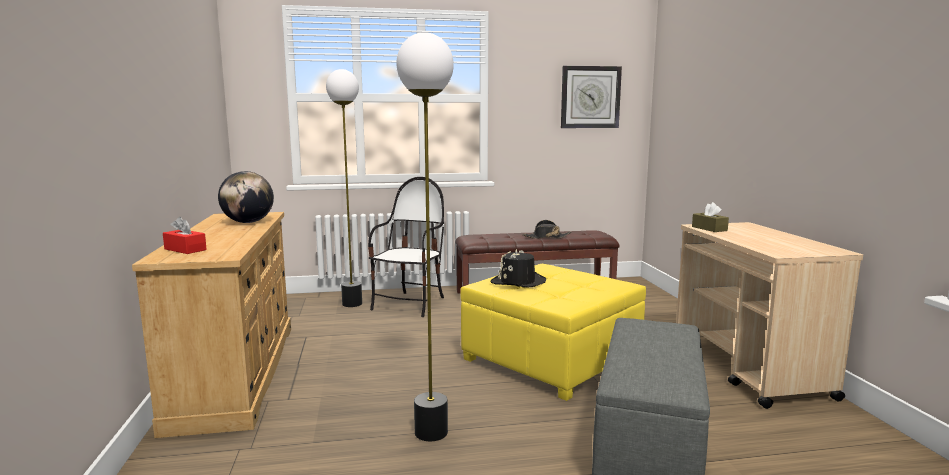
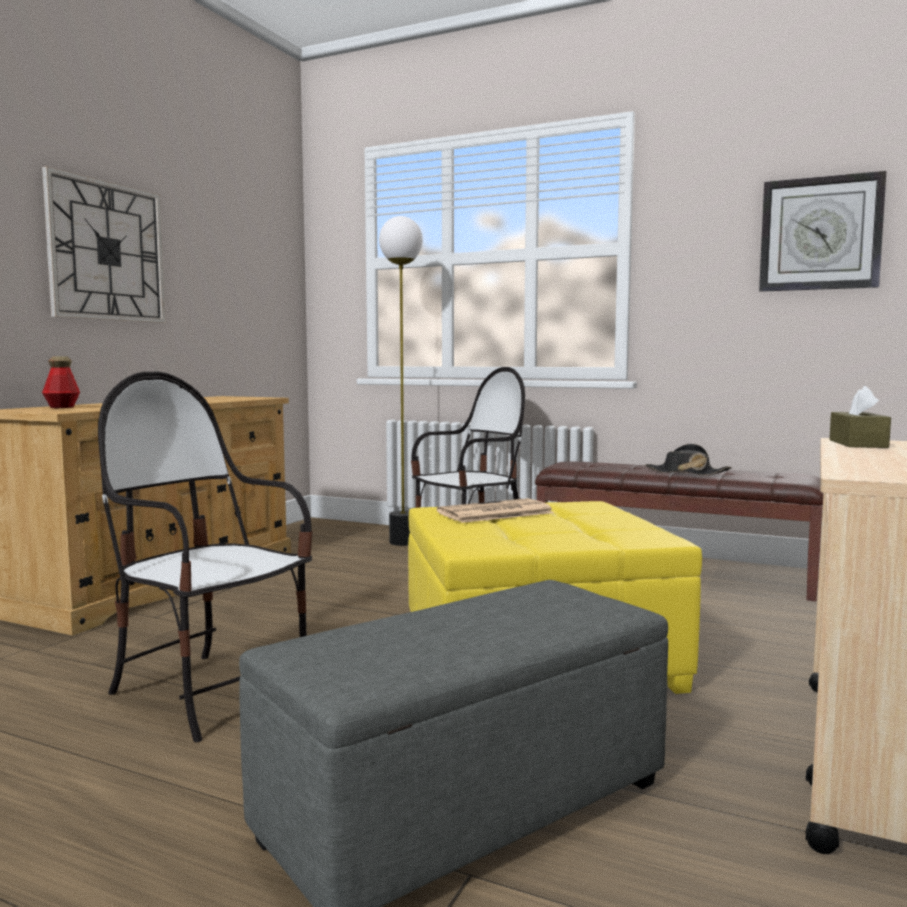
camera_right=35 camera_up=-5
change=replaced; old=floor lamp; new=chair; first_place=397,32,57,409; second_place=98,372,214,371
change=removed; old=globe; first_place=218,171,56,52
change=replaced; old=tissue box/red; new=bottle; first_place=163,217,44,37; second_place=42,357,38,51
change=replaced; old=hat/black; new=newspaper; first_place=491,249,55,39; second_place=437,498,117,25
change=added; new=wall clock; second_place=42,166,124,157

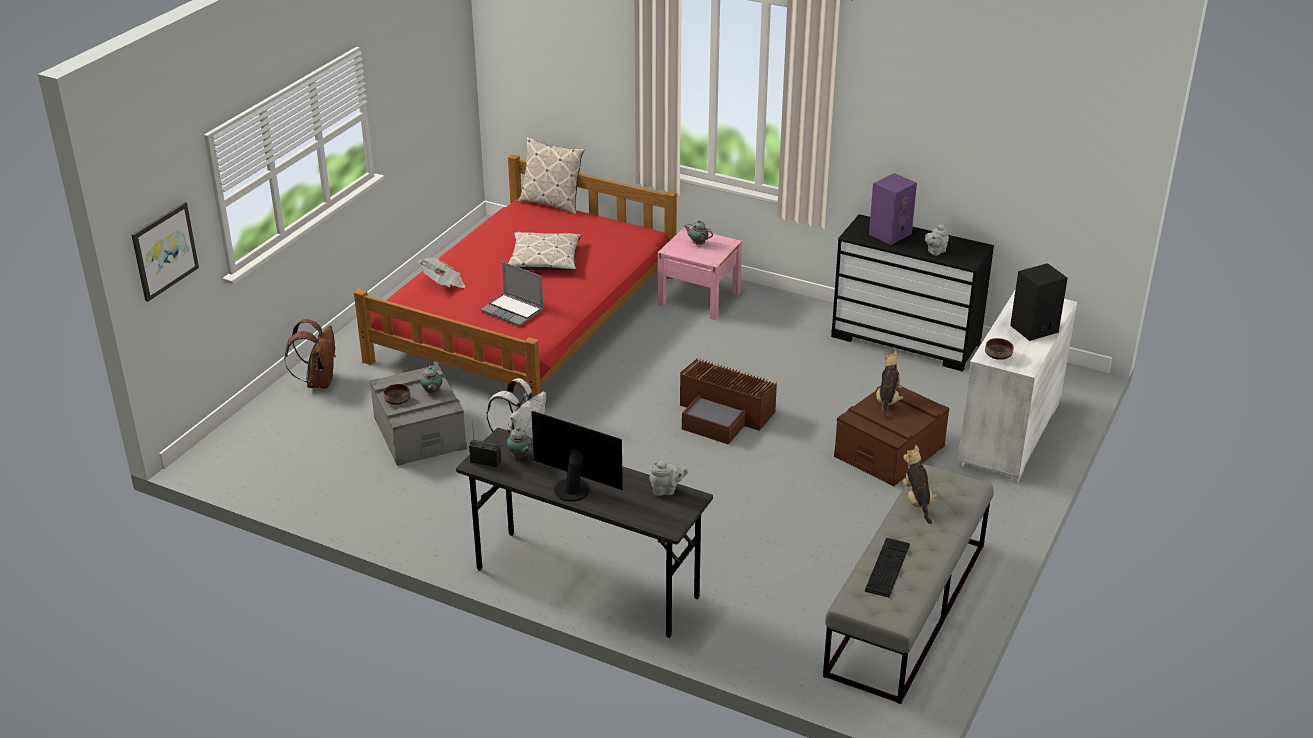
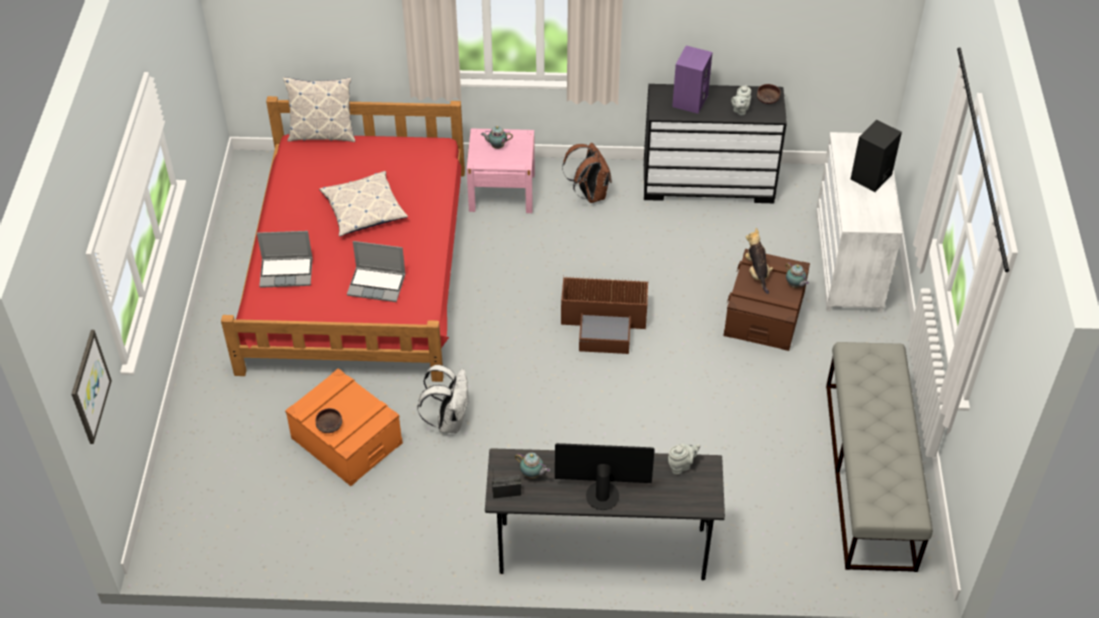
camera_right=-25 camera_up=15
change=replaced; old=newspaper; new=laptop; first_place=419,258,46,30; second_place=257,231,56,57
change=moved; old=backpack/brown; first_place=284,319,52,70; second_place=562,143,49,60
change=moved; old=bowl/brown; first_place=985,338,29,22; second_place=757,84,24,20
change=recoloured; old=storage box/grey; new=storage box/orange; first_place=369,364,98,102; second_place=285,368,118,118
change=moved; old=teapot; first_place=420,366,22,28; second_place=786,263,23,25
change=removed; old=plush toy; first_place=903,445,34,79
change=removed; old=keyboard; first_place=865,538,45,59

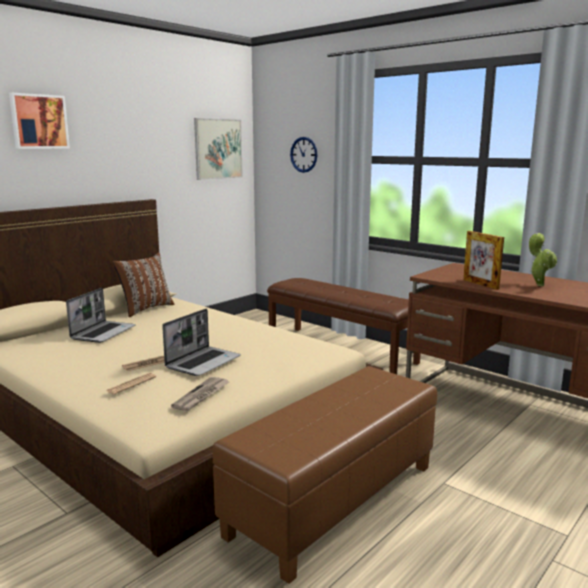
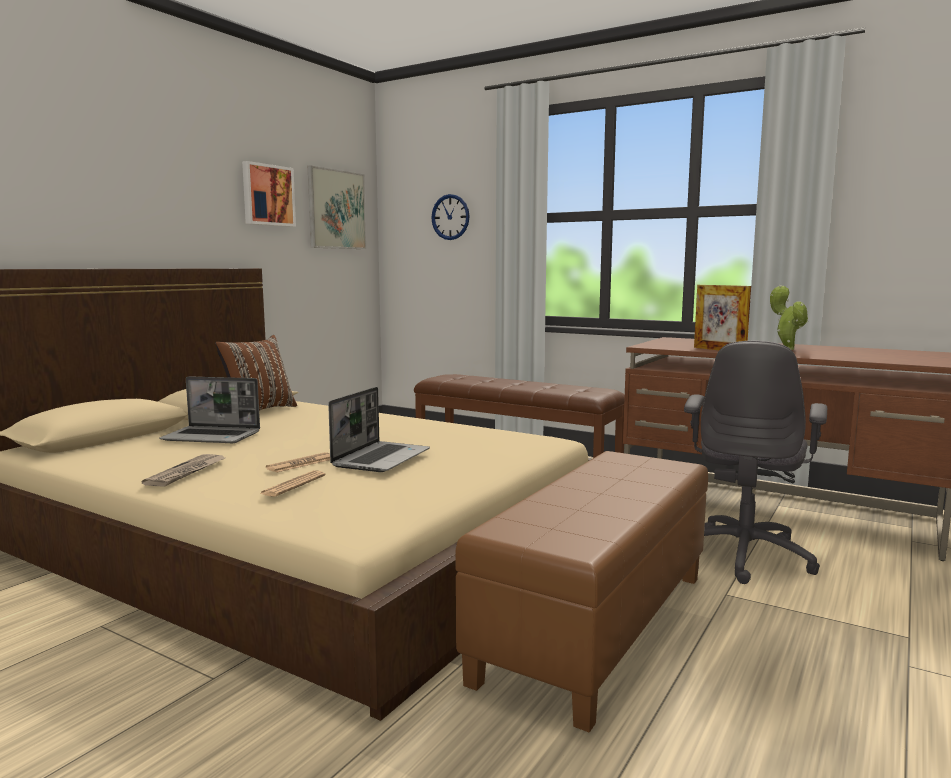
camera_right=-10 camera_up=-5
change=moved; old=picture; first_place=9,93,61,56; second_place=242,161,54,66
change=turned; old=laptop; first_place=66,288,70,55; second_place=160,376,100,67; degrees=90
change=moved; old=newspaper; first_place=171,377,58,34; second_place=142,454,83,33
change=added; new=office chair/grey; second_place=684,341,143,243

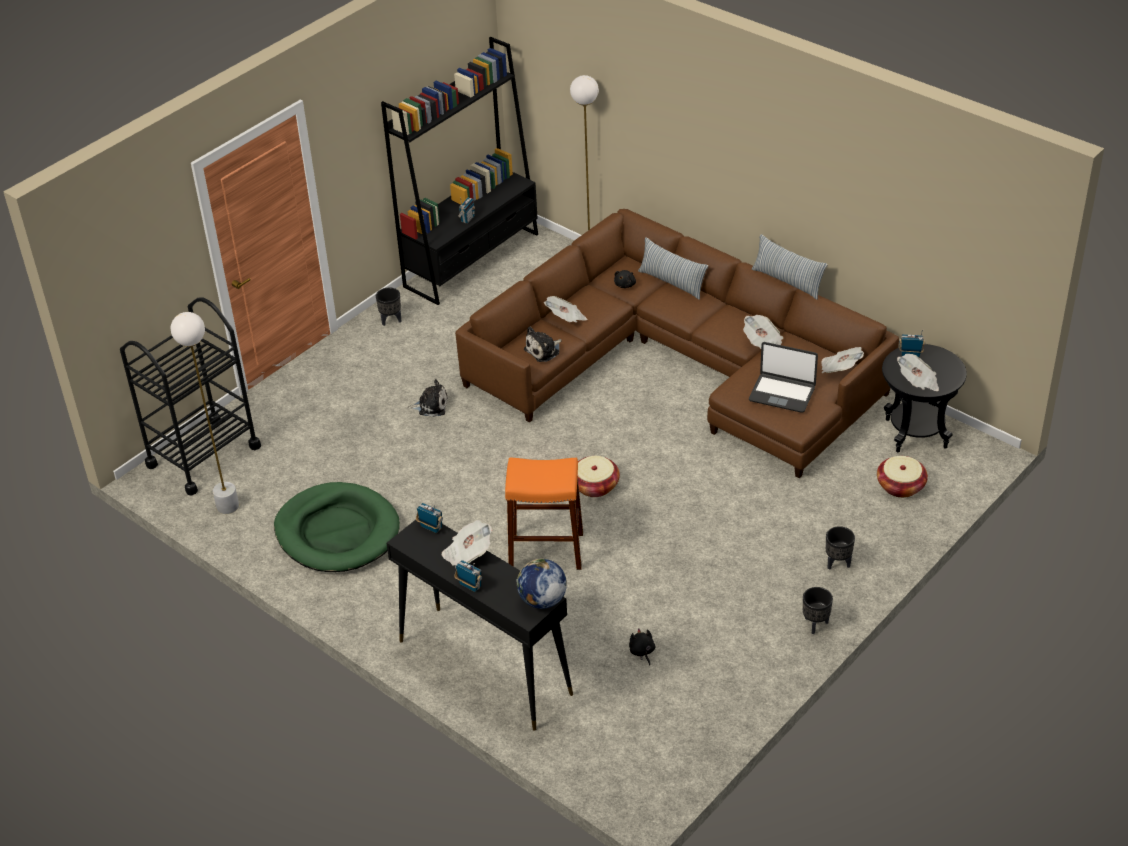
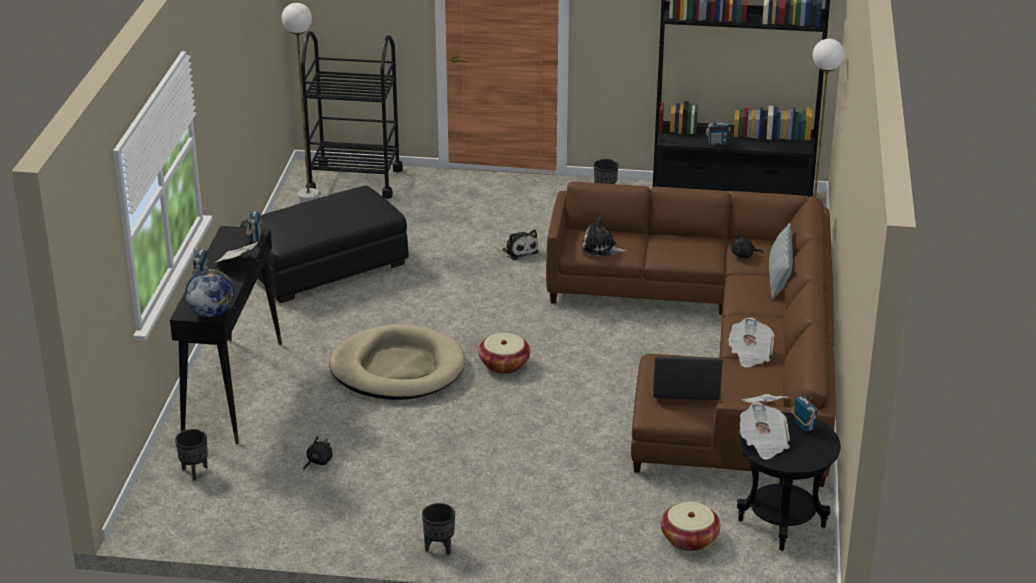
camera_right=55 camera_up=-10
change=removed; old=pillow; first_place=752,234,76,66
change=removed; old=newspaper; first_place=544,296,43,27
change=turned; old=laptop; first_place=749,342,69,71; second_place=653,356,70,44; degrees=105
change=replaced; old=stool/orange; new=dog bed/beige; first_place=505,457,78,113; second_place=329,324,136,76
change=replaced; old=dog bed/green; new=ottoman/black; first_place=274,482,126,90; second_place=240,186,169,117
change=moved; old=planter/black; first_place=826,526,29,44; second_place=175,429,33,51

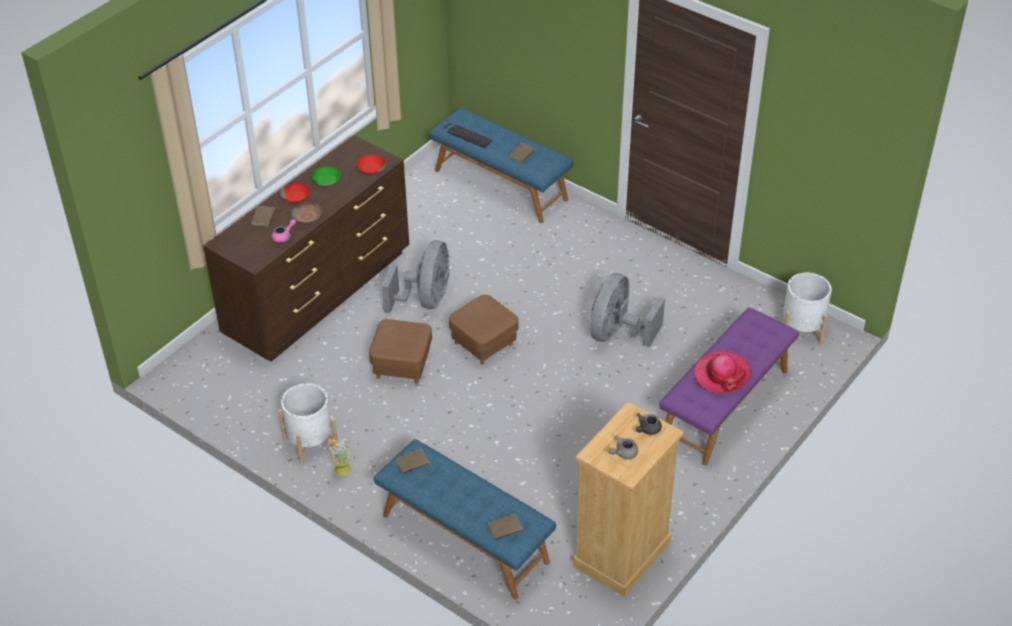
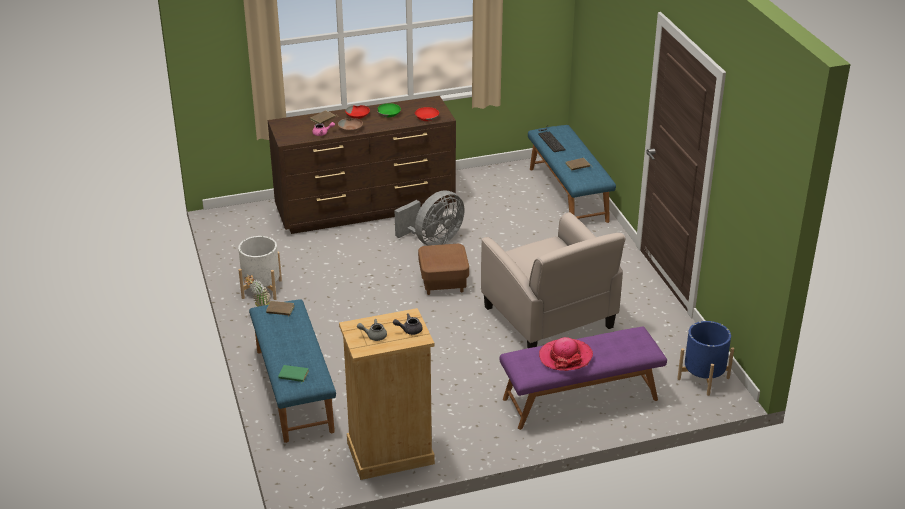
camera_right=35 camera_up=-10
change=recoloured; old=planter/white; new=planter/blue; first_place=782,272,50,73; second_place=677,321,57,75
change=replaced; old=fan/grey; new=armchair/beige; first_place=590,273,75,74; second_place=481,212,144,136
change=removed; old=ottoman/brown; first_place=369,319,63,64
change=recoloured; old=book/brown; new=book/green; first_place=487,513,38,27; second_place=278,365,31,19

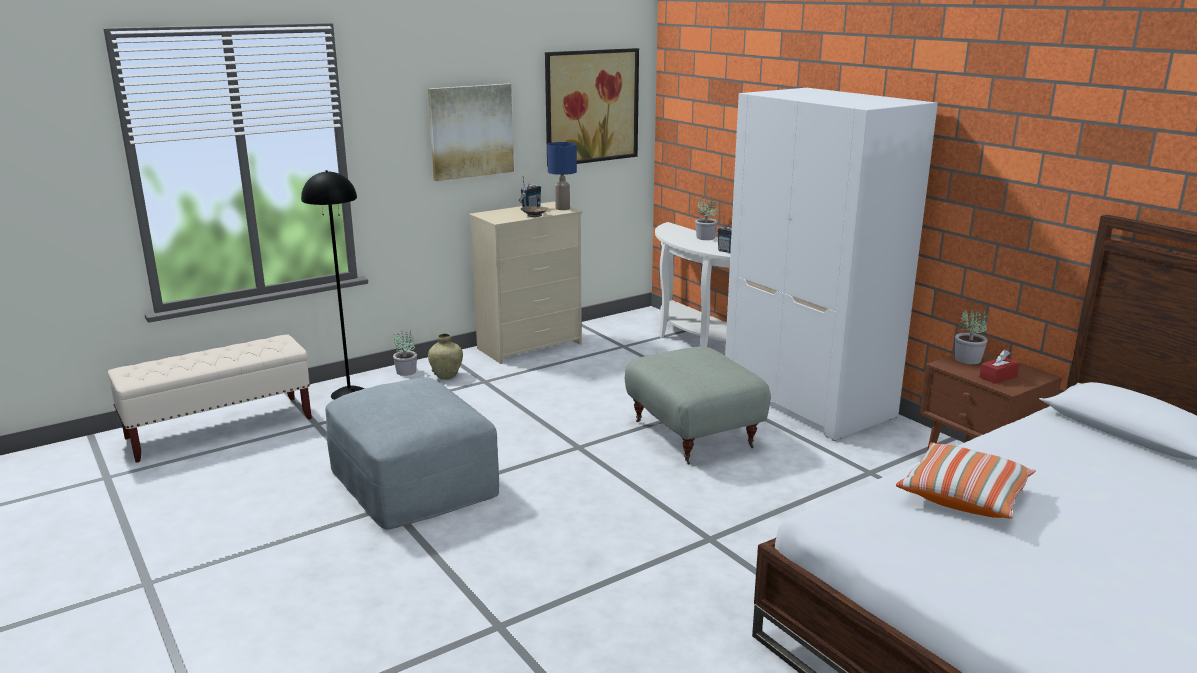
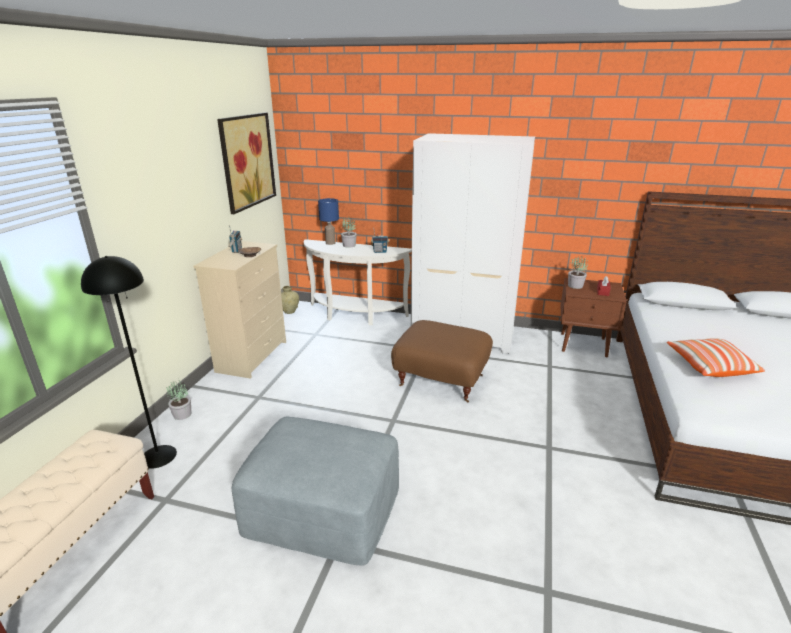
camera_right=-40 camera_up=5
change=removed; old=picture; first_place=428,84,86,97
change=moved; old=table lamp/blue; first_place=547,142,30,68; second_place=318,198,21,47
change=moved; old=vase/beige; first_place=428,334,35,46; second_place=281,286,18,28
change=recoloured; old=ottoman/grey; new=ottoman/brown; first_place=625,346,146,118; second_place=391,320,102,83

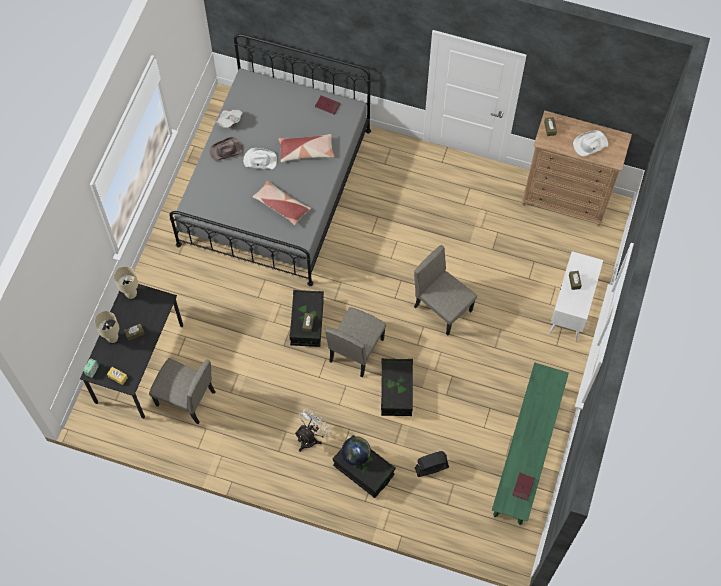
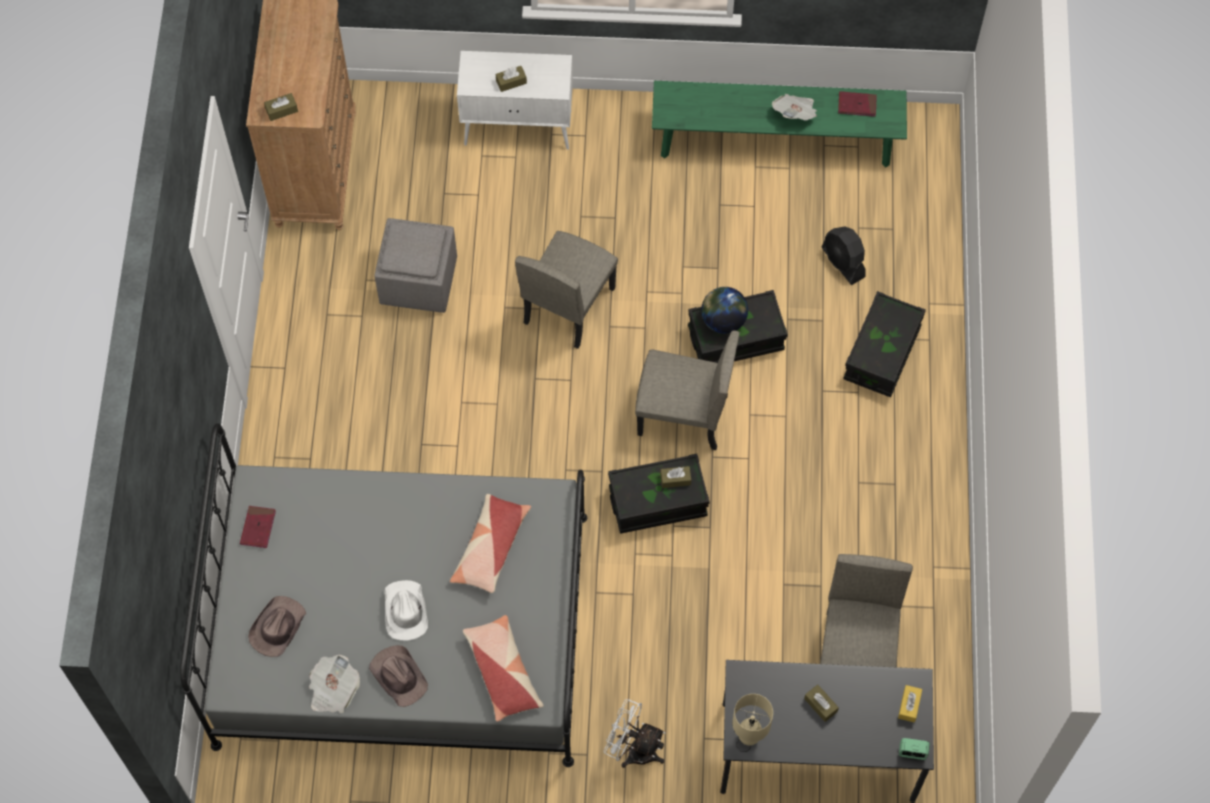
camera_right=-105 camera_up=0
change=removed; old=hat/white; first_place=573,130,35,26
change=moved; old=pillow; first_place=279,134,56,28; second_place=463,615,81,107
change=removed; old=table lamp/beige; first_place=95,311,24,32
change=moved; old=fan/white; first_place=294,408,37,44; second_place=603,699,62,69
change=moved; old=globe; first_place=342,436,29,30; second_place=701,287,47,47
change=added; new=newspaper; second_place=772,94,45,26
change=added; new=ottoman/grey; second_place=374,218,83,95
change=added; new=hat/brown; second_place=248,596,58,61

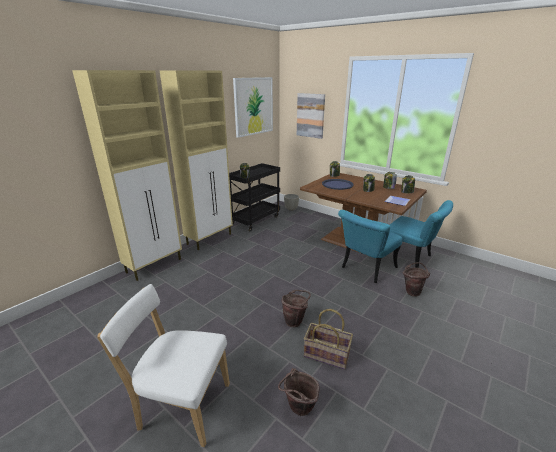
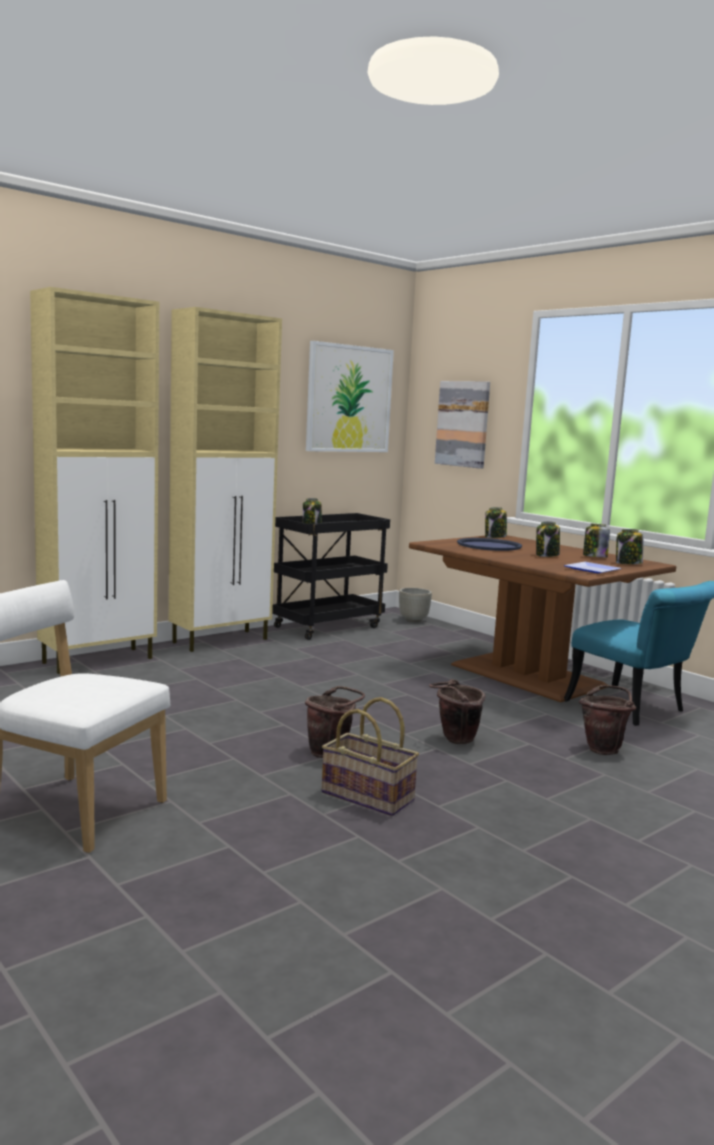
camera_right=10 camera_up=-15
change=removed; old=chair/turquoise; first_place=338,210,65,73
change=moved; old=bucket/brown; first_place=278,368,42,48; second_place=429,679,57,65

